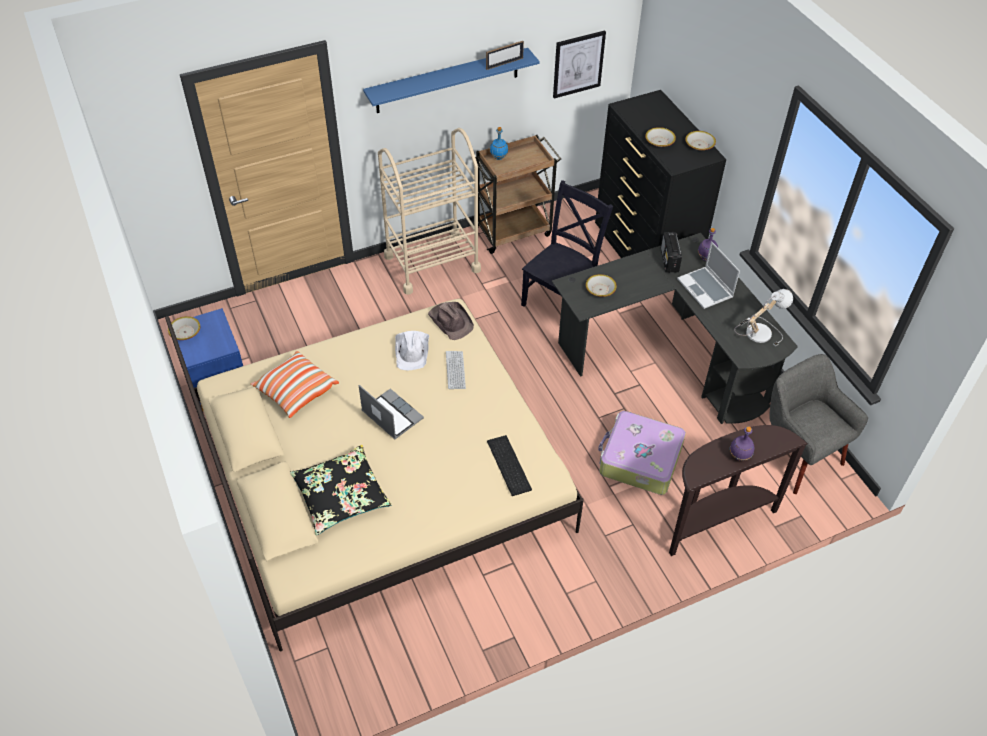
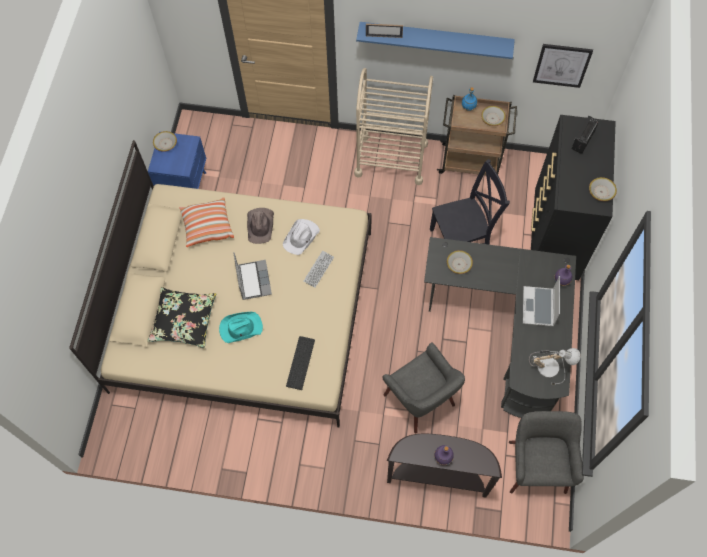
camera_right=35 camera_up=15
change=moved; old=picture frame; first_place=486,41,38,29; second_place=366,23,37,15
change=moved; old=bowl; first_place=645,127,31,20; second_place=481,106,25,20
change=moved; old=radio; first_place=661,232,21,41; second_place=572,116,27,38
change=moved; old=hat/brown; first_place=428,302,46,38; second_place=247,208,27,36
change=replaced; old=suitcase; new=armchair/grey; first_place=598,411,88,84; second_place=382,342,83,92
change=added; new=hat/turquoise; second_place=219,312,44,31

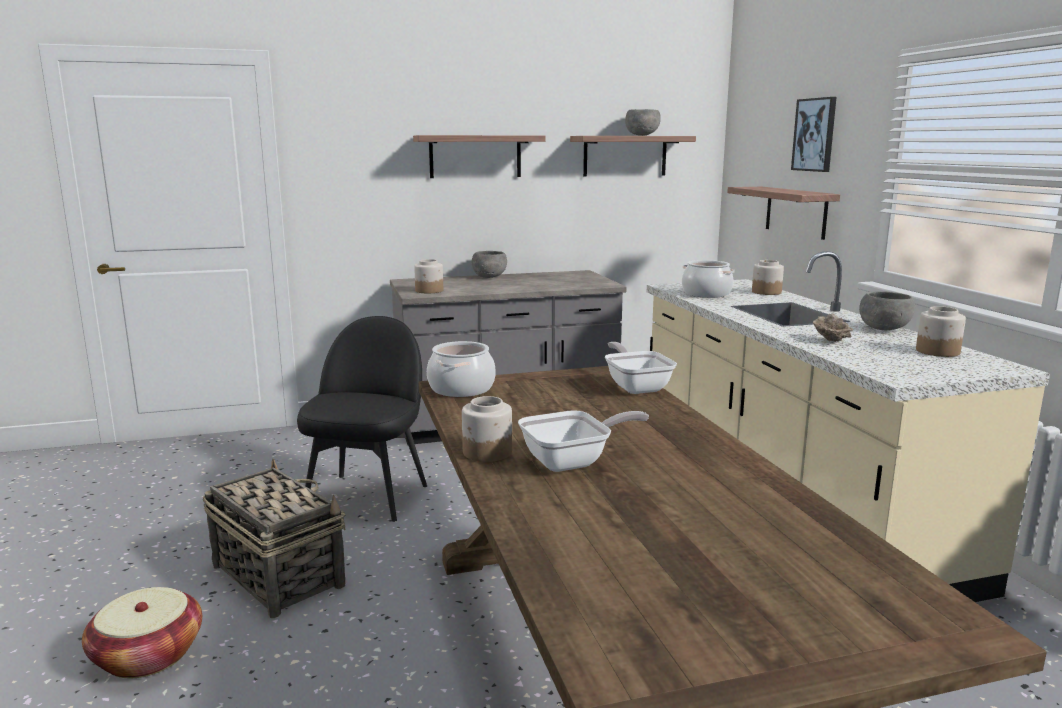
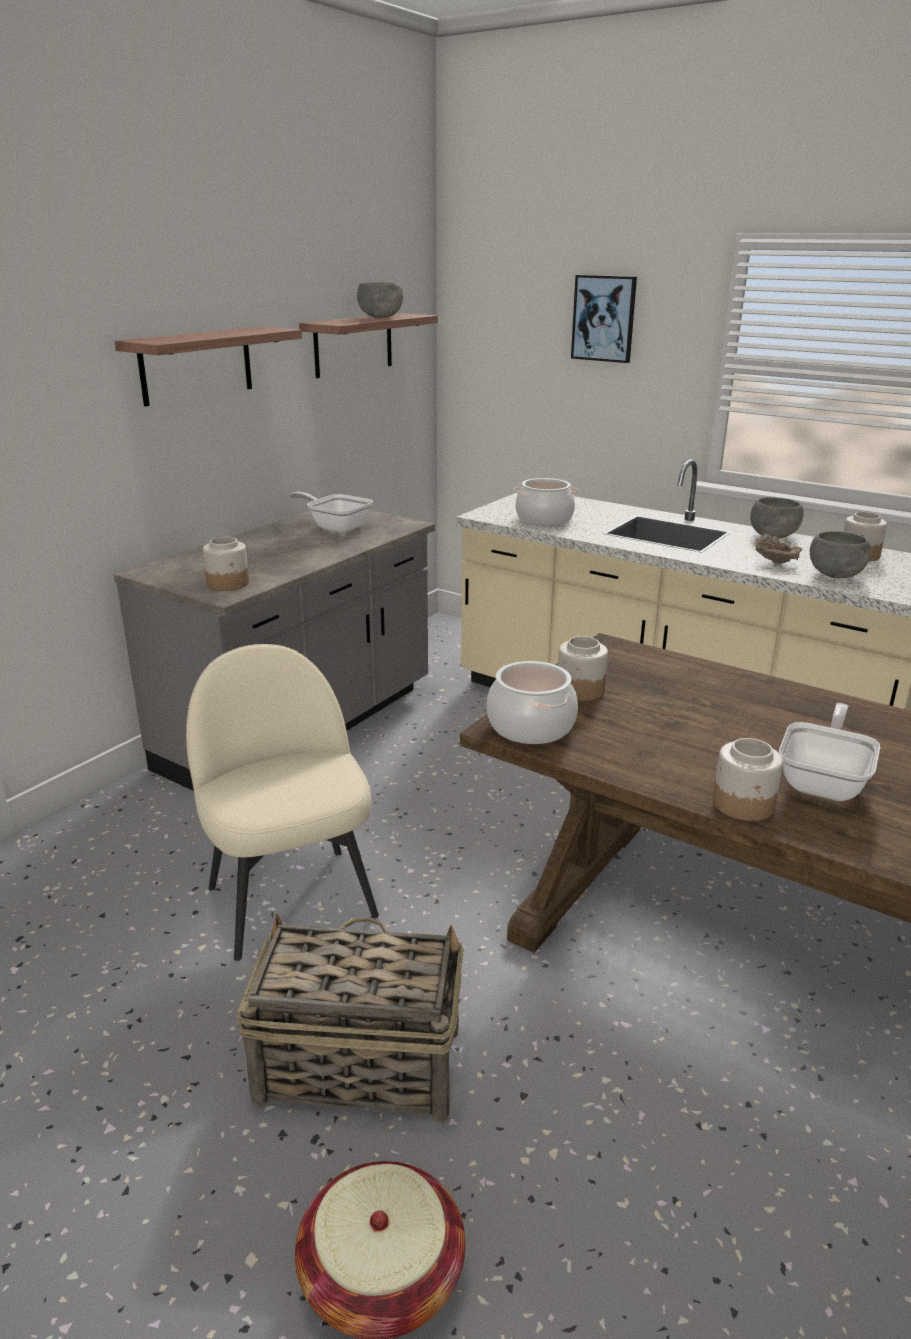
camera_right=-40 camera_up=10
change=removed; old=shelf; first_place=727,187,113,53
change=moved; old=bowl/grey; first_place=471,251,36,27; second_place=810,531,61,47
change=moved; old=jar; first_place=752,260,32,35; second_place=558,636,50,65
change=recoloured; old=chair/black; new=chair/beige; first_place=297,316,130,206; second_place=186,644,193,317
change=moved; old=frying pan; first_place=605,342,72,52; second_place=289,492,84,41

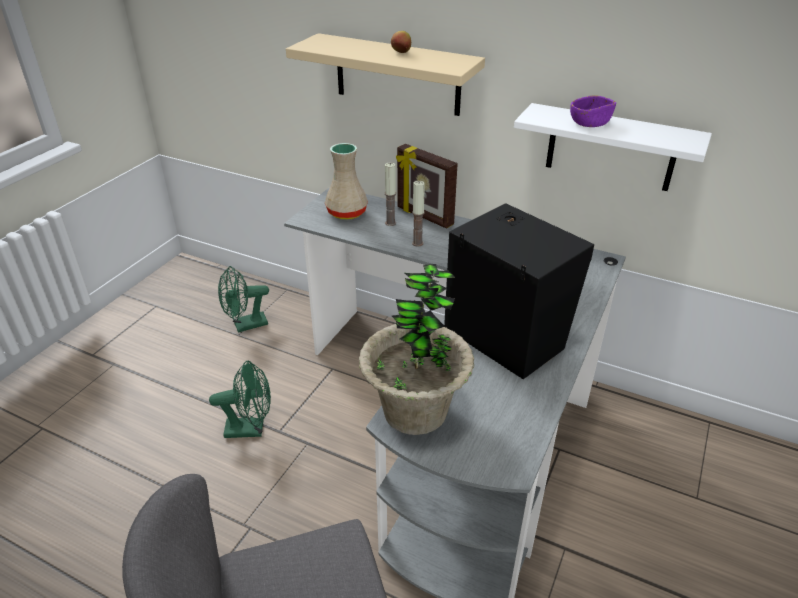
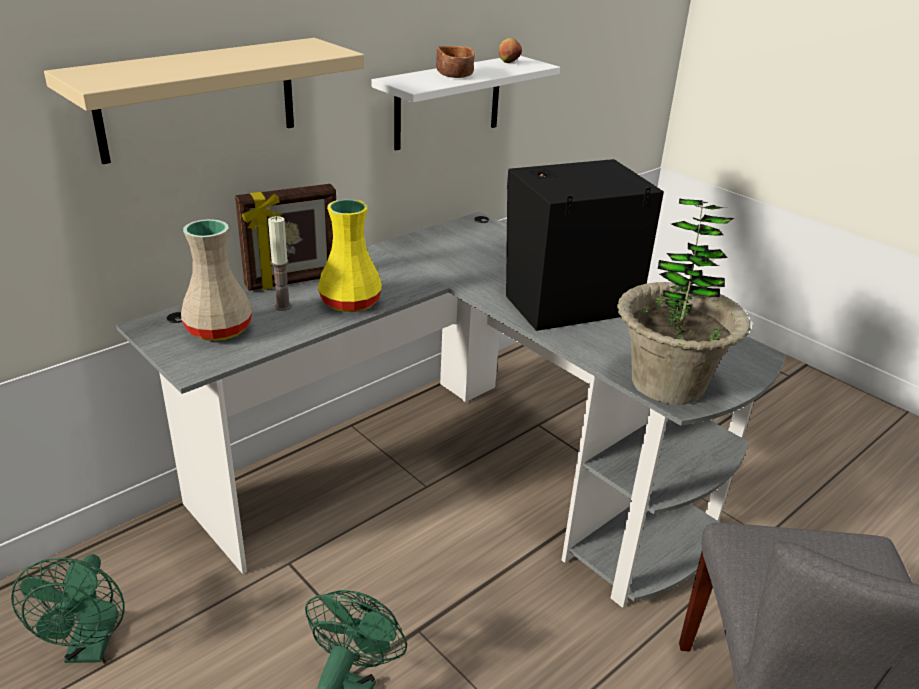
camera_right=-70 camera_up=-5
change=moved; old=apple; first_place=391,31,20,22; second_place=499,38,23,25
change=recoloured; old=bowl/purple; new=bowl/brown; first_place=570,95,46,32; second_place=436,46,39,32
change=replaced; old=candle; new=vase/yellow; first_place=412,181,13,65; second_place=318,199,64,113

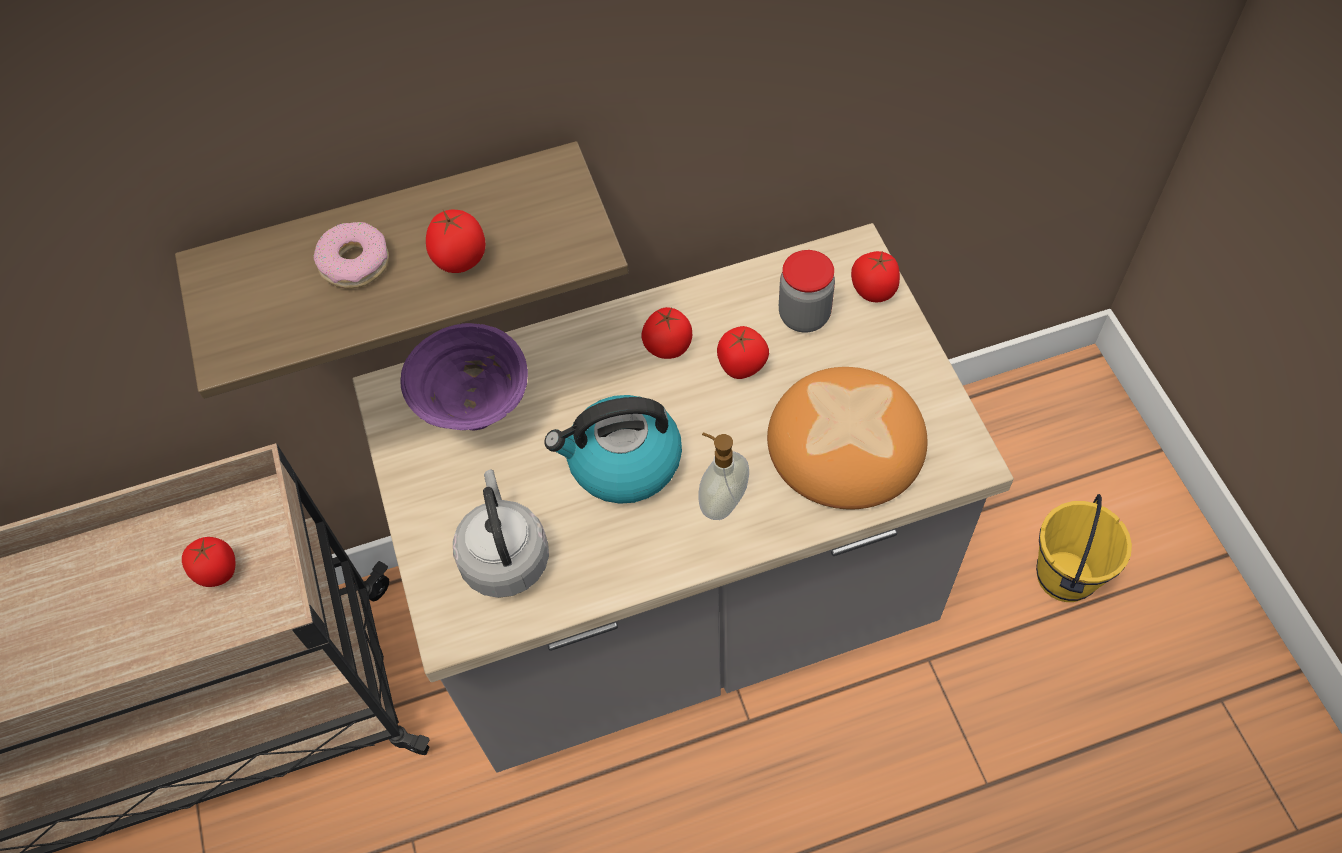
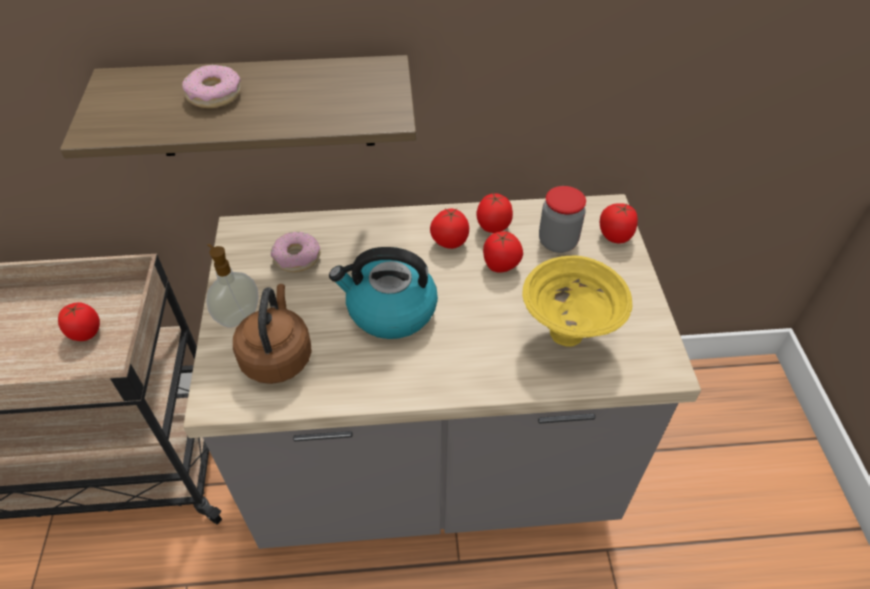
camera_right=10 camera_up=-10
change=moved; old=tomato; first_place=426,210,59,63; second_place=477,193,36,40
change=replaced; old=bowl/purple; new=donut; first_place=400,323,128,108; second_place=271,232,50,40
change=replaced; old=bread; new=bowl/yellow; first_place=767,367,160,143; second_place=522,256,111,91
change=moved; old=soap dispenser; first_place=698,432,51,88; second_place=207,244,51,84
change=recoloured; old=kettle/grey; new=kettle/brown; first_place=453,470,96,128; second_place=233,284,79,100
change=removed; old=bucket/yellow; first_place=1036,494,96,108

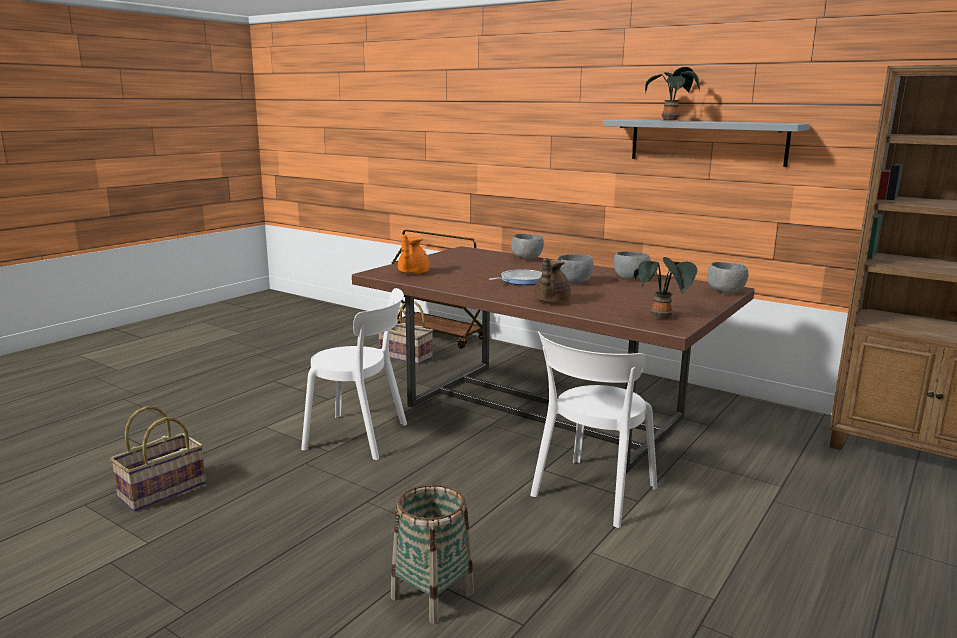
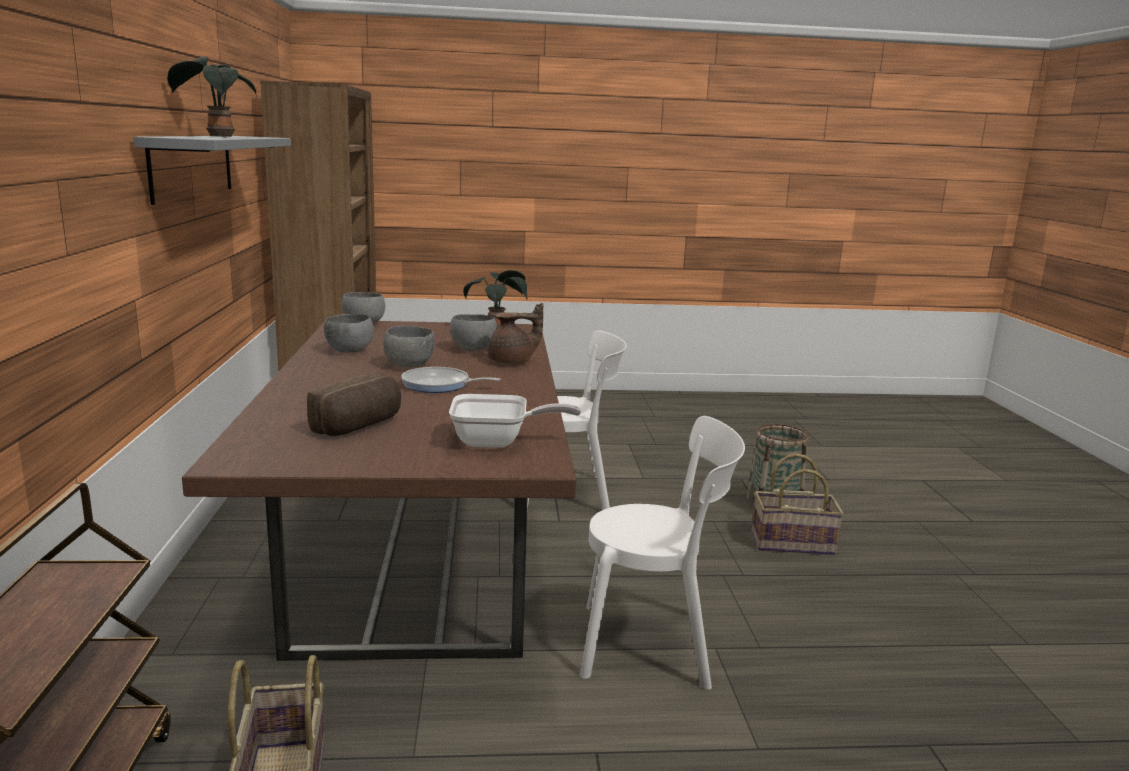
camera_right=-130 camera_up=0
change=replaced; old=teapot/orange; new=frying pan; first_place=398,234,31,40; second_place=449,394,132,54
change=moved; old=bowl/grey; first_place=511,234,33,26; second_place=450,314,47,37
change=turned; old=chair/white; first_place=301,288,106,172; second_place=580,416,165,274; degrees=120
change=moved; old=basket; first_place=110,406,96,105; second_place=752,453,92,102
change=added; new=bread; second_place=307,372,94,64

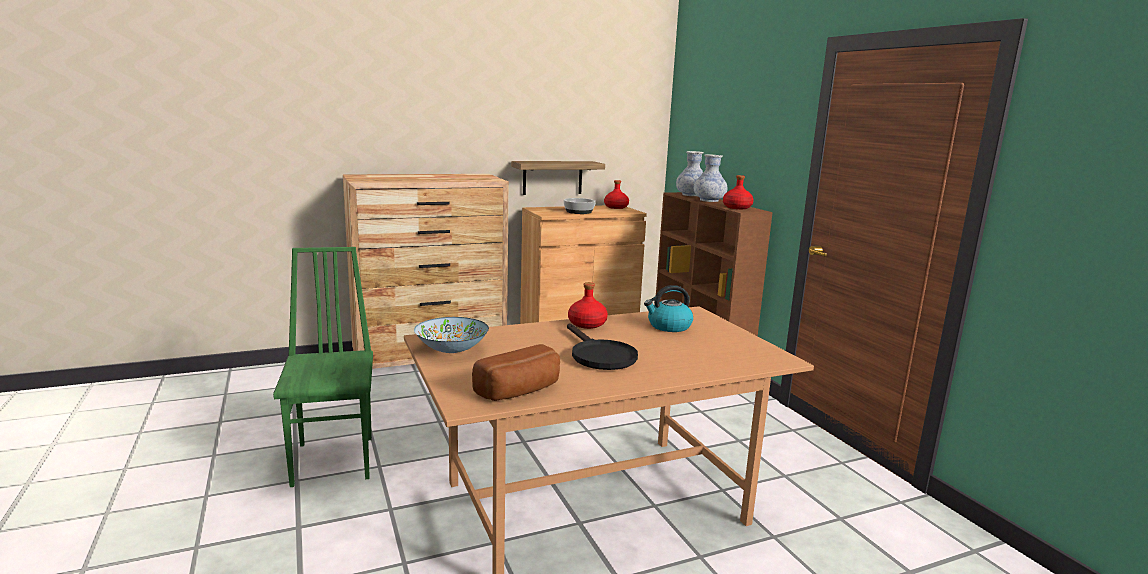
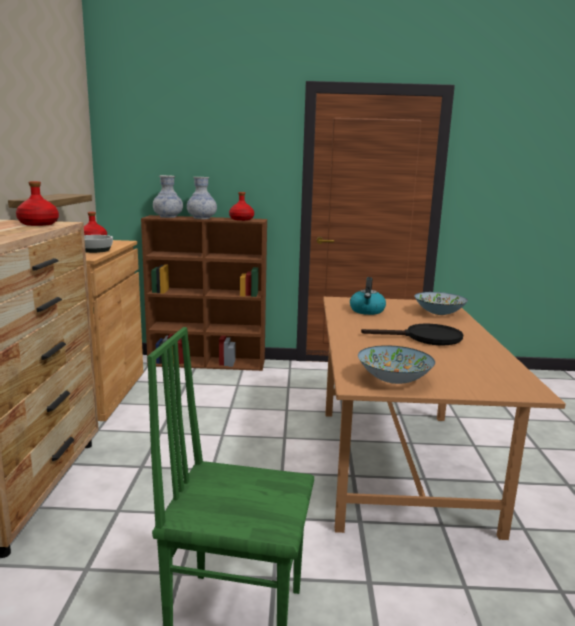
camera_right=-65 camera_up=0
change=moved; old=bottle/red; first_place=568,282,40,47; second_place=16,181,43,45
change=removed; old=bread; first_place=472,344,88,57
change=added; new=bowl; second_place=414,292,54,23

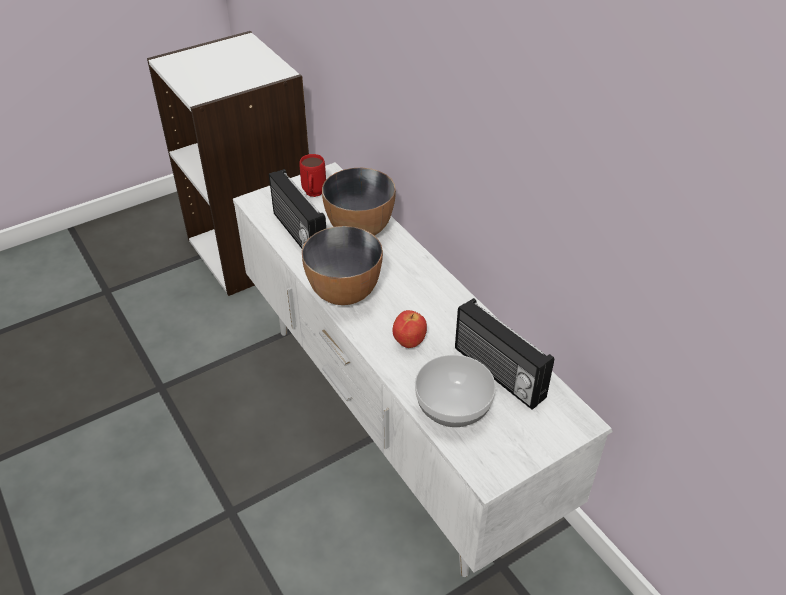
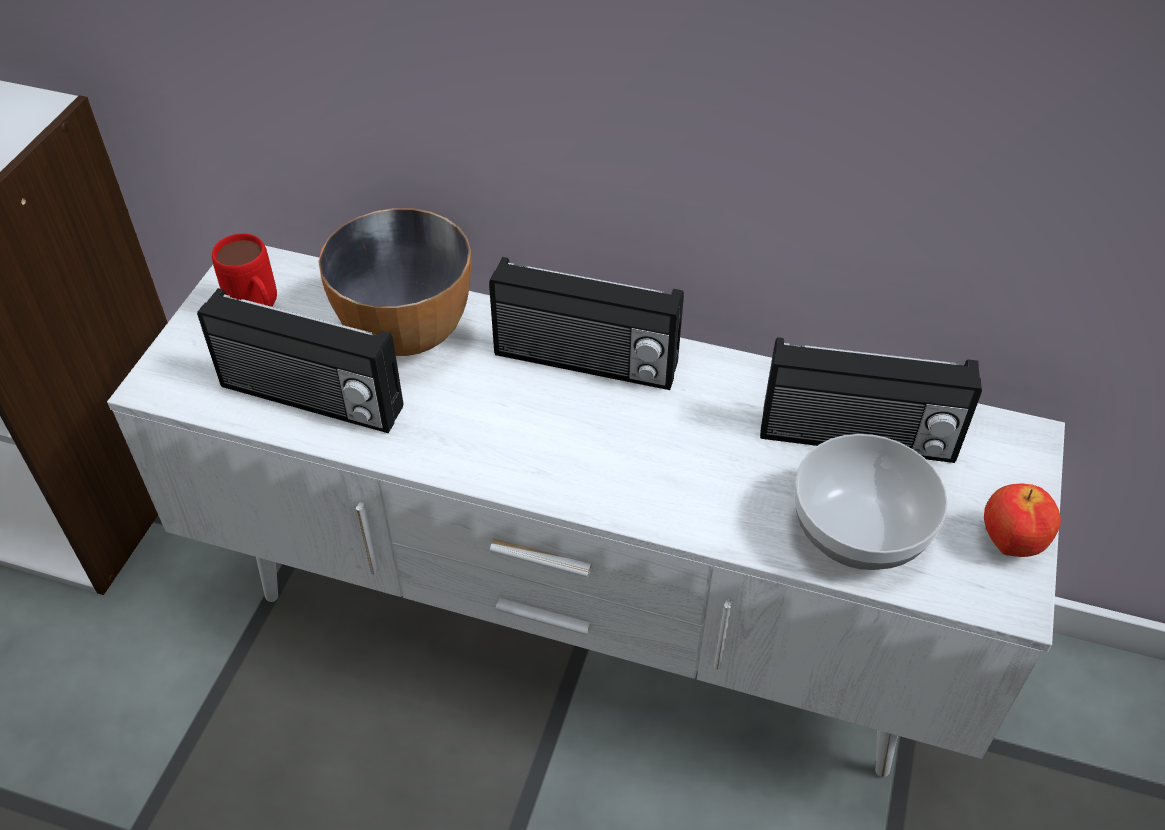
camera_right=-40 camera_up=5
change=removed; old=bowl; first_place=302,226,81,79
change=moved; old=apple; first_place=393,310,34,38; second_place=984,483,77,74
change=added; new=radio; second_place=489,257,195,133

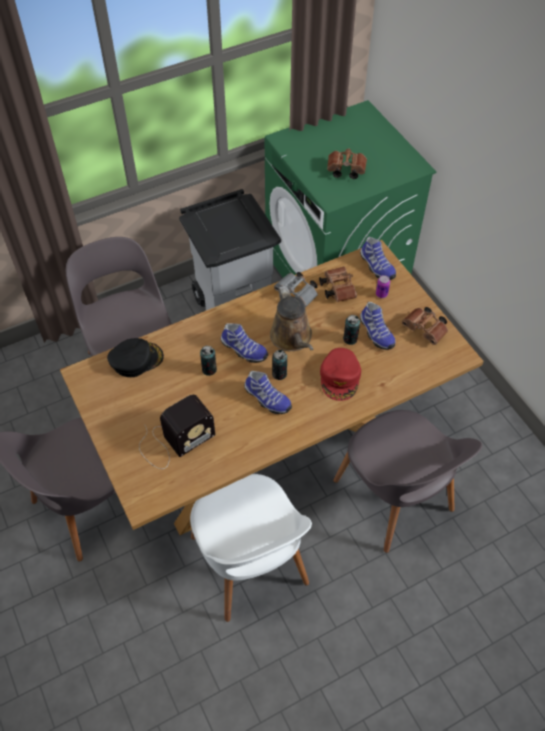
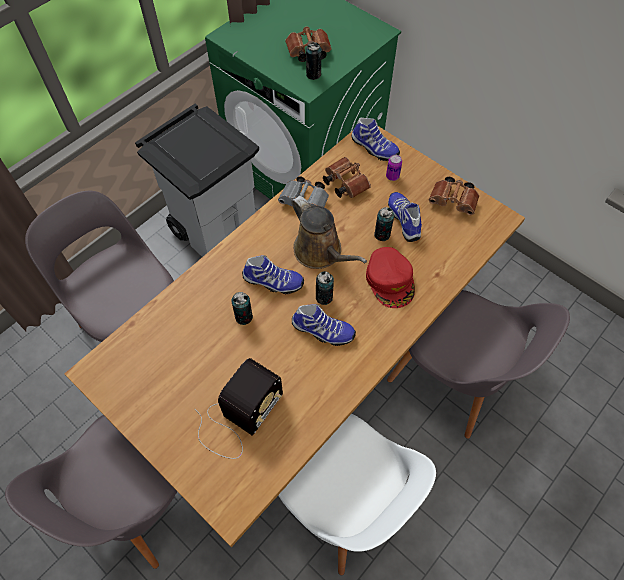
camera_right=-20 camera_up=5
change=turned; old=shoe; first_place=360,302,35,48; second_place=388,192,34,50; degrees=-150
change=removed; old=cap/black; first_place=107,338,57,39
change=added; new=can; second_place=306,42,15,38

